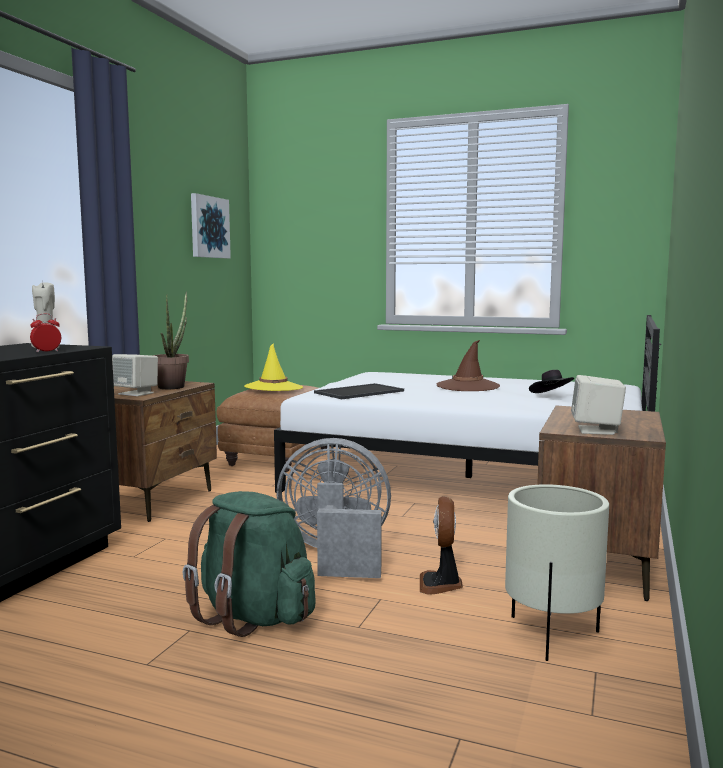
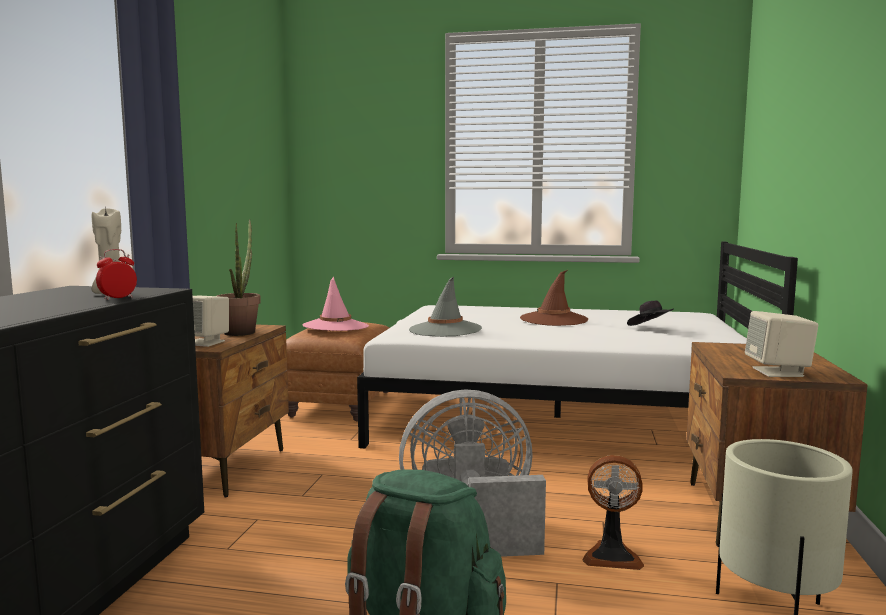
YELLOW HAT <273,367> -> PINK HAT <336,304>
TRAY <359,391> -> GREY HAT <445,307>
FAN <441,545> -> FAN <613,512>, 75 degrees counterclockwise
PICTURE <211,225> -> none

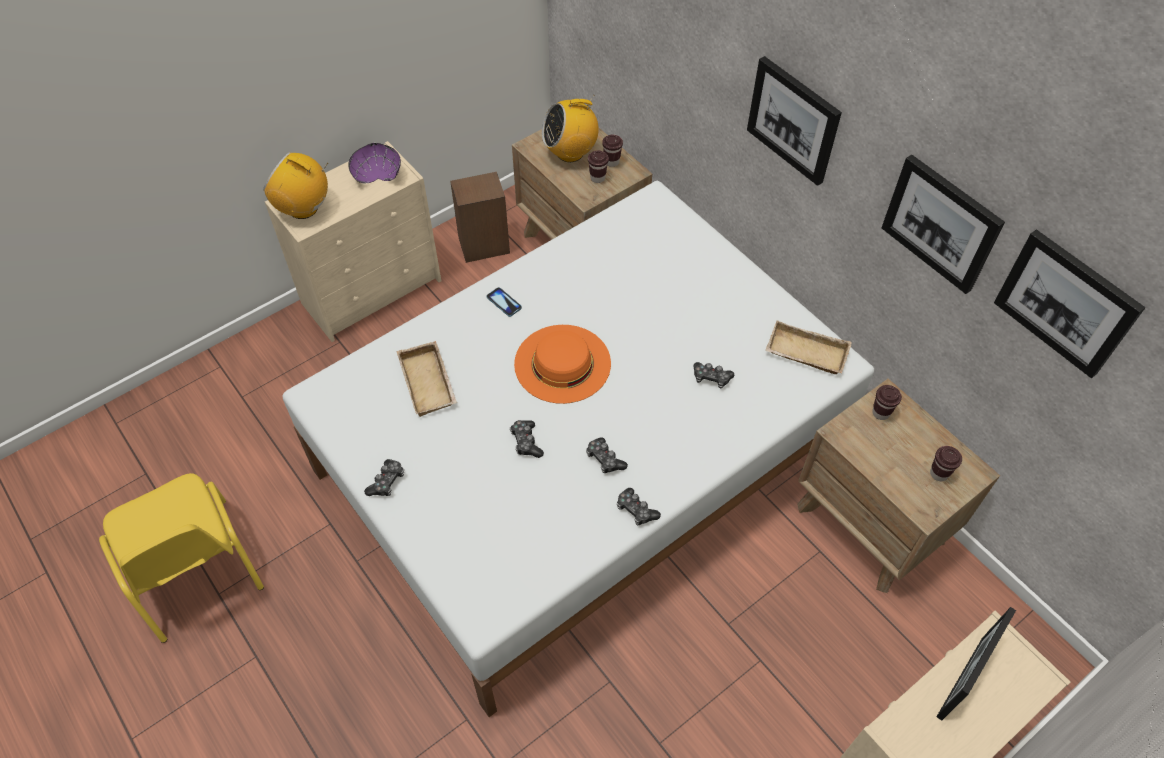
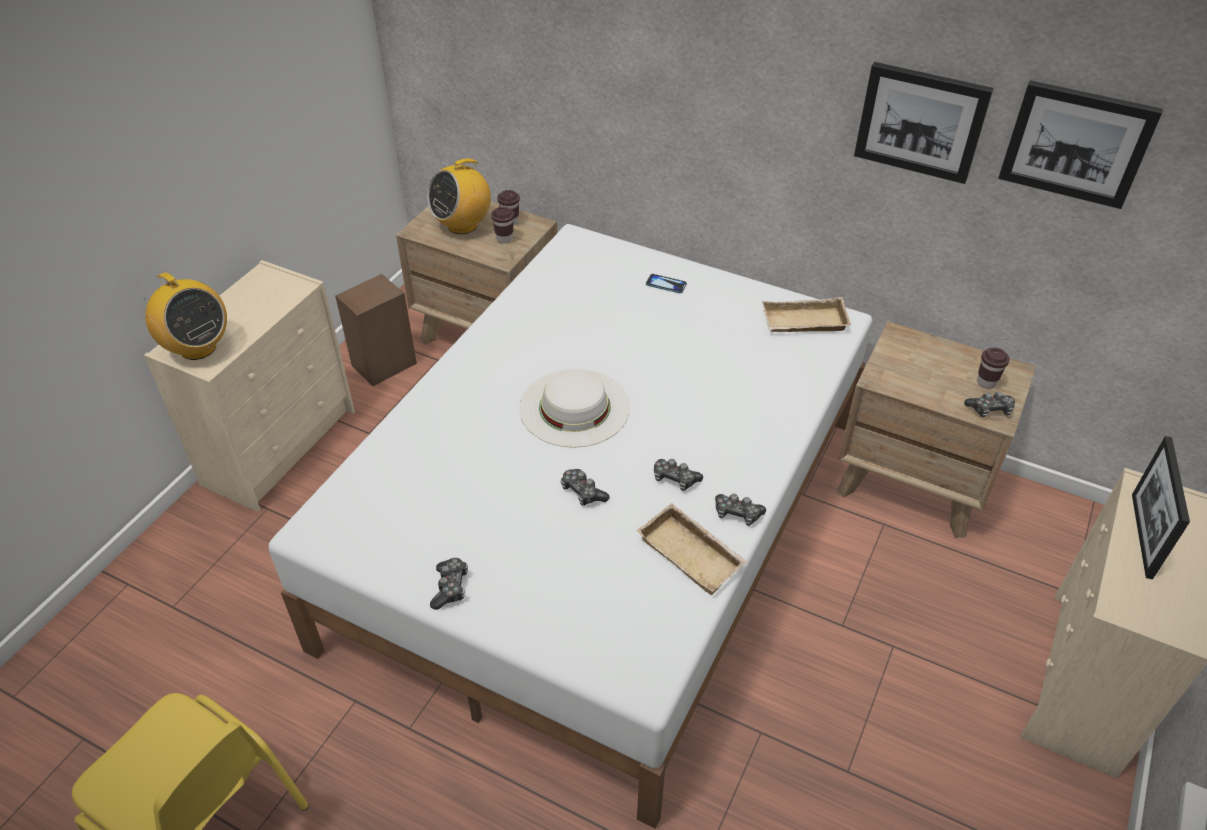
RADIO <295,185> -> RADIO <182,316>, 135 degrees counterclockwise
ORANGE HAT <562,364> -> WHITE HAT <575,408>
BEIGE TRAY <427,379> -> BEIGE TRAY <692,549>, moved
PHONE <504,302> -> PHONE <666,283>, moved
GAME CONTROLLER <713,375> -> GAME CONTROLLER <989,405>, moved
PURPLE BOWL <374,163> -> none
PICTURE <794,121> -> none
BROWN CUP <887,402> -> none

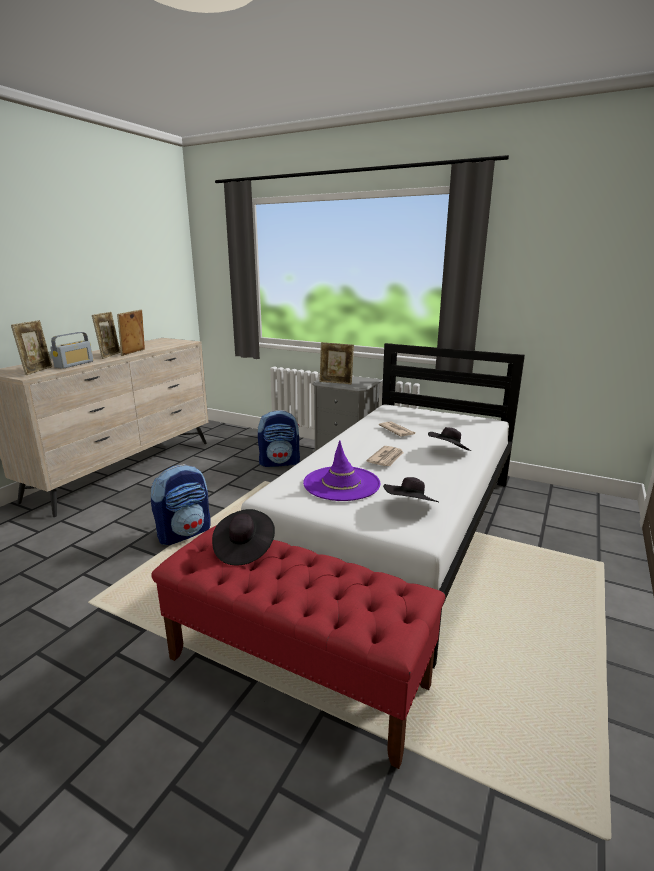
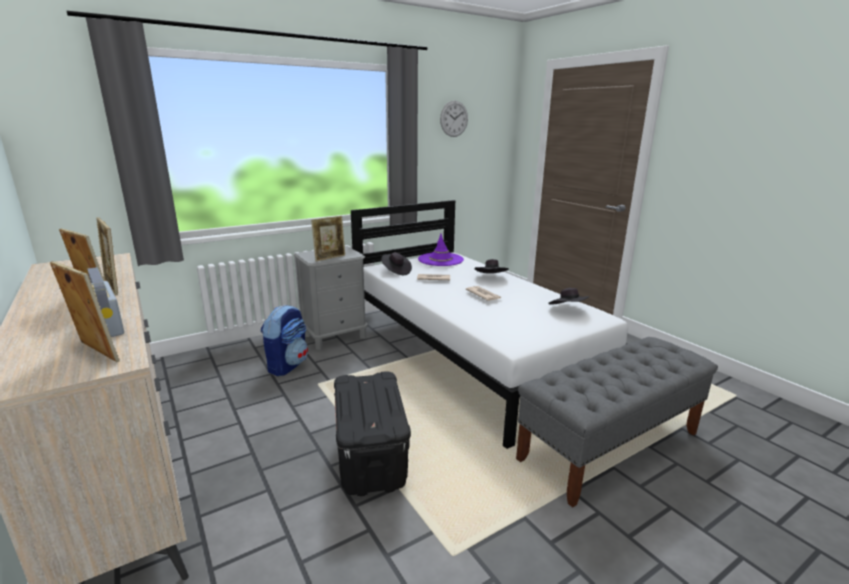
BACKPACK <180,504> -> BLACK STORAGE BOX <372,433>
BLACK HAT <243,537> -> BLACK HAT <396,263>, moved
PURPLE HAT <342,470> -> PURPLE HAT <441,249>, moved
none -> WALL CLOCK <454,119>
RED BENCH <298,647> -> GREY BENCH <617,422>

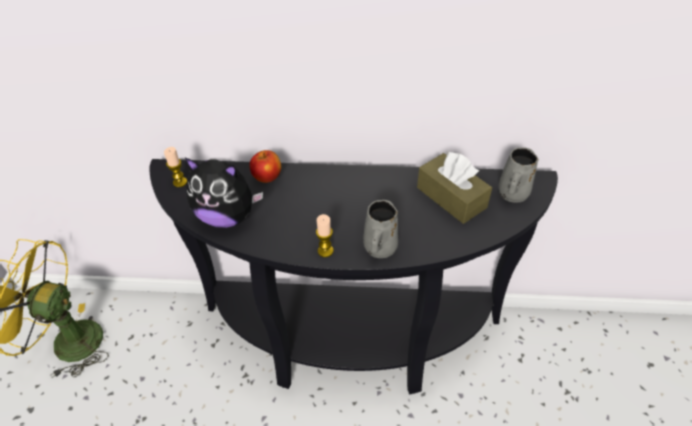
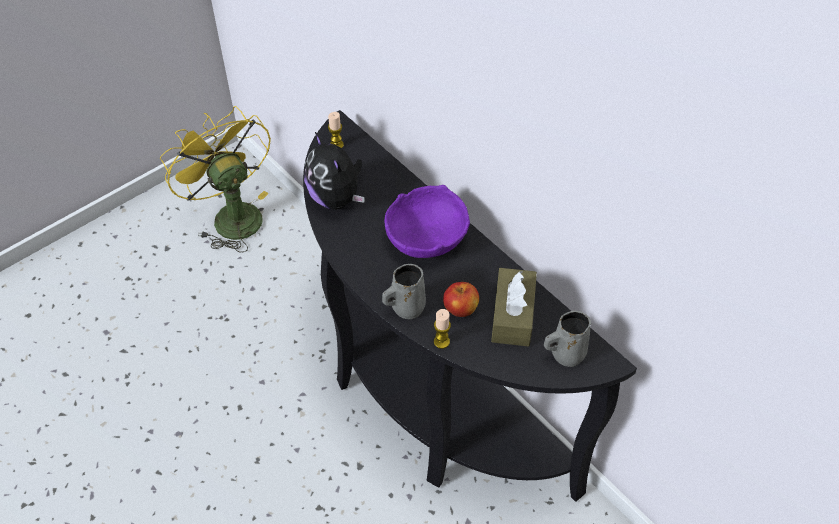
none -> PURPLE BOWL <427,221>
CANDLE <325,235> -> CANDLE <442,329>, moved
APPLE <265,166> -> APPLE <461,299>, moved

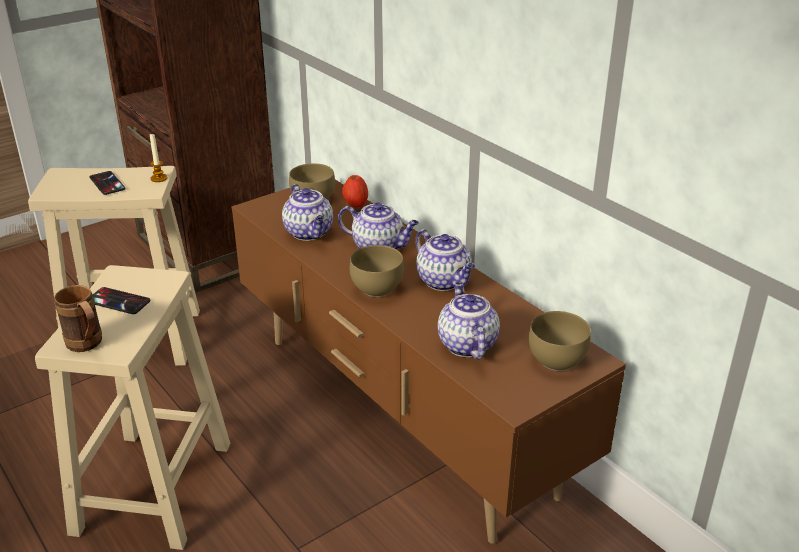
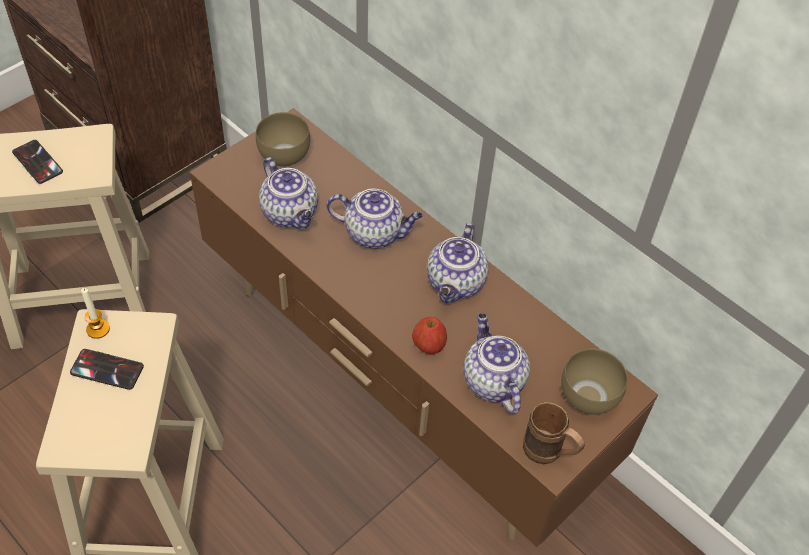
CANDLE <158,158> -> CANDLE <95,313>, moved
APPLE <355,191> -> APPLE <429,336>, moved
TEAPOT <445,260> -> TEAPOT <458,263>, 60 degrees clockwise
BROWN MUG <78,318> -> BROWN MUG <554,433>, moved
BROWN BOWL <377,271> -> none

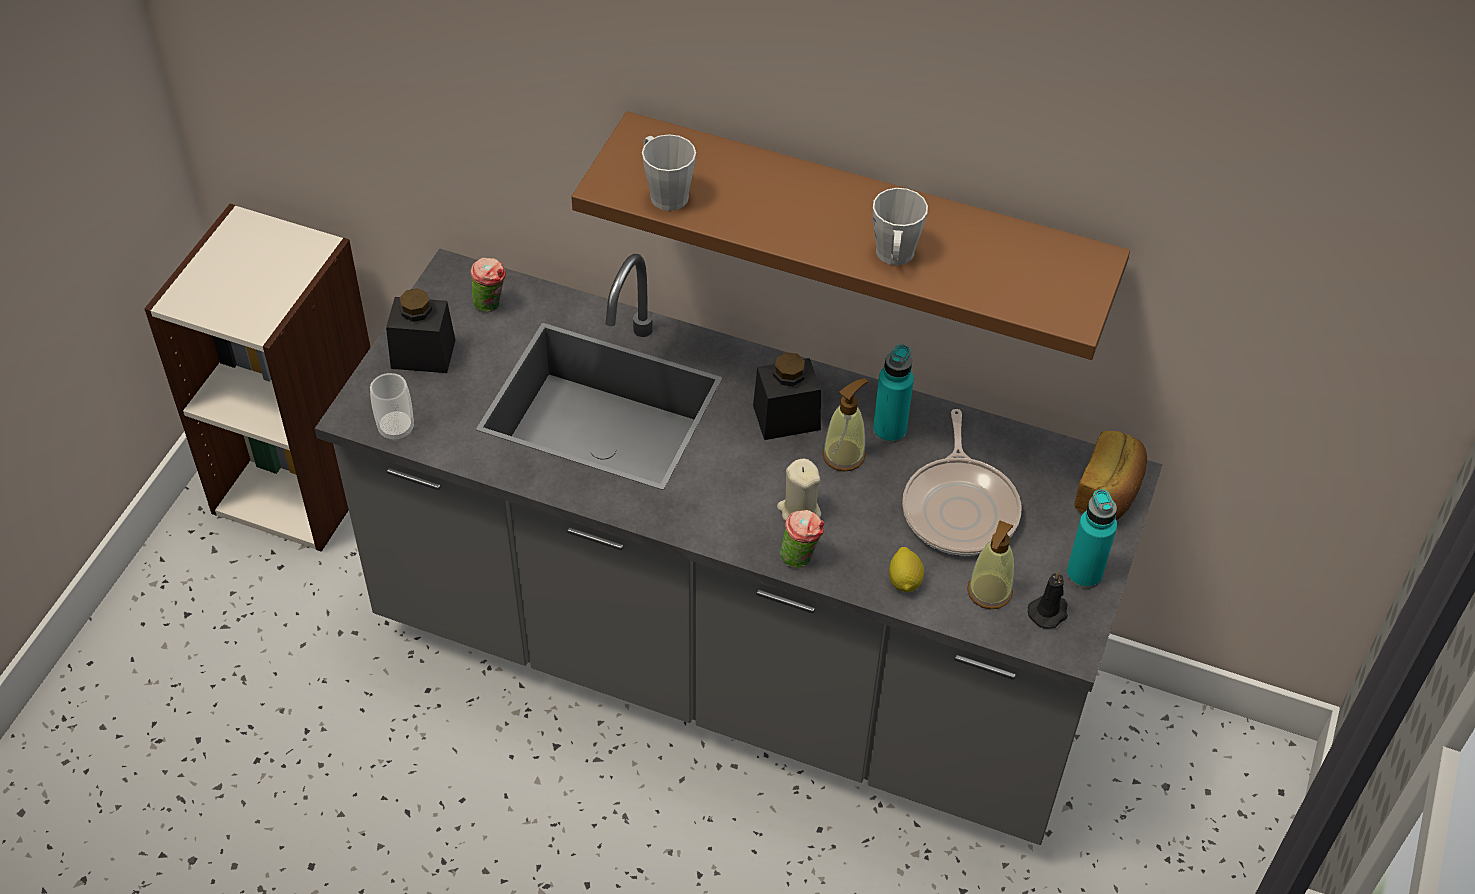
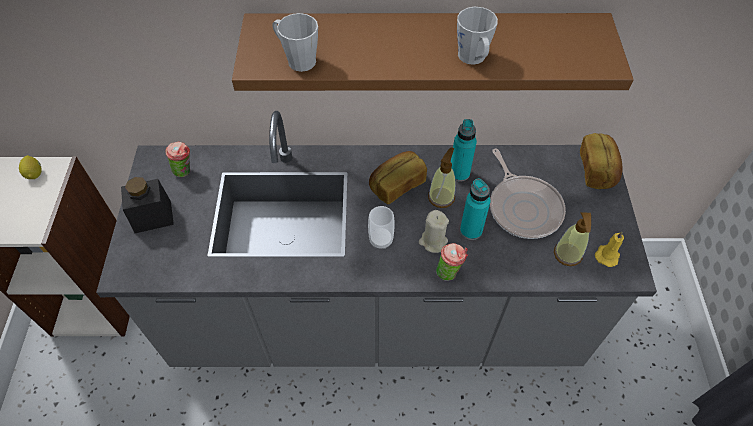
LEMON <906,569> -> LEMON <30,167>, moved
CUP <392,407> -> CUP <381,227>, moved
BLACK JAR <787,396> -> BREAD <398,177>
TURQUOISE BOTTLE <1091,539> -> TURQUOISE BOTTLE <475,209>, moved
BLACK CANDLE <1048,600> -> YELLOW CANDLE <609,249>

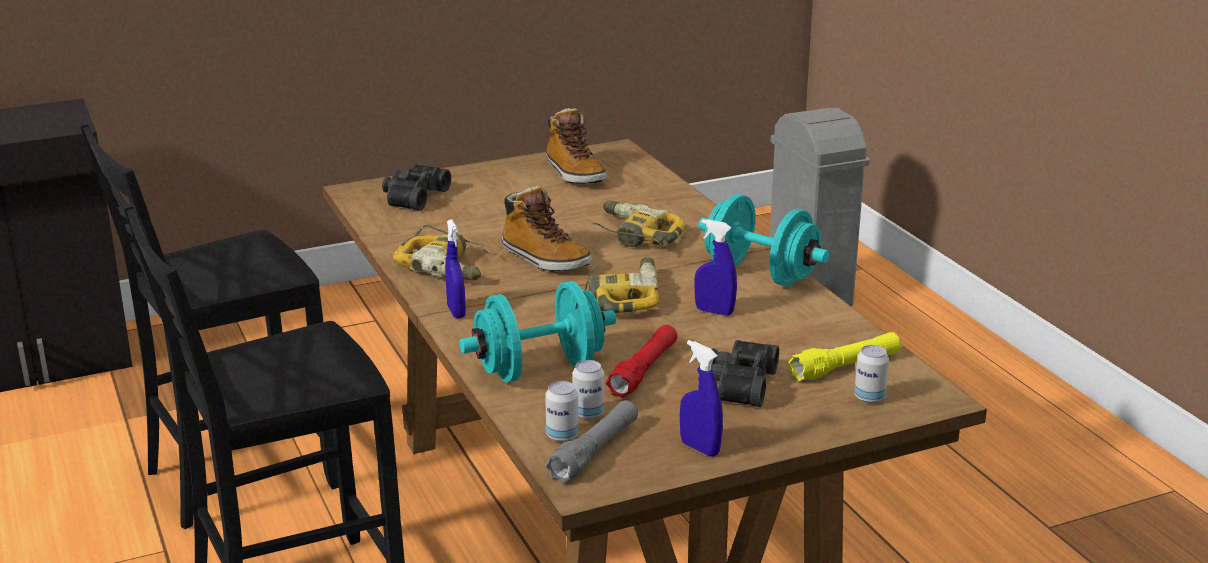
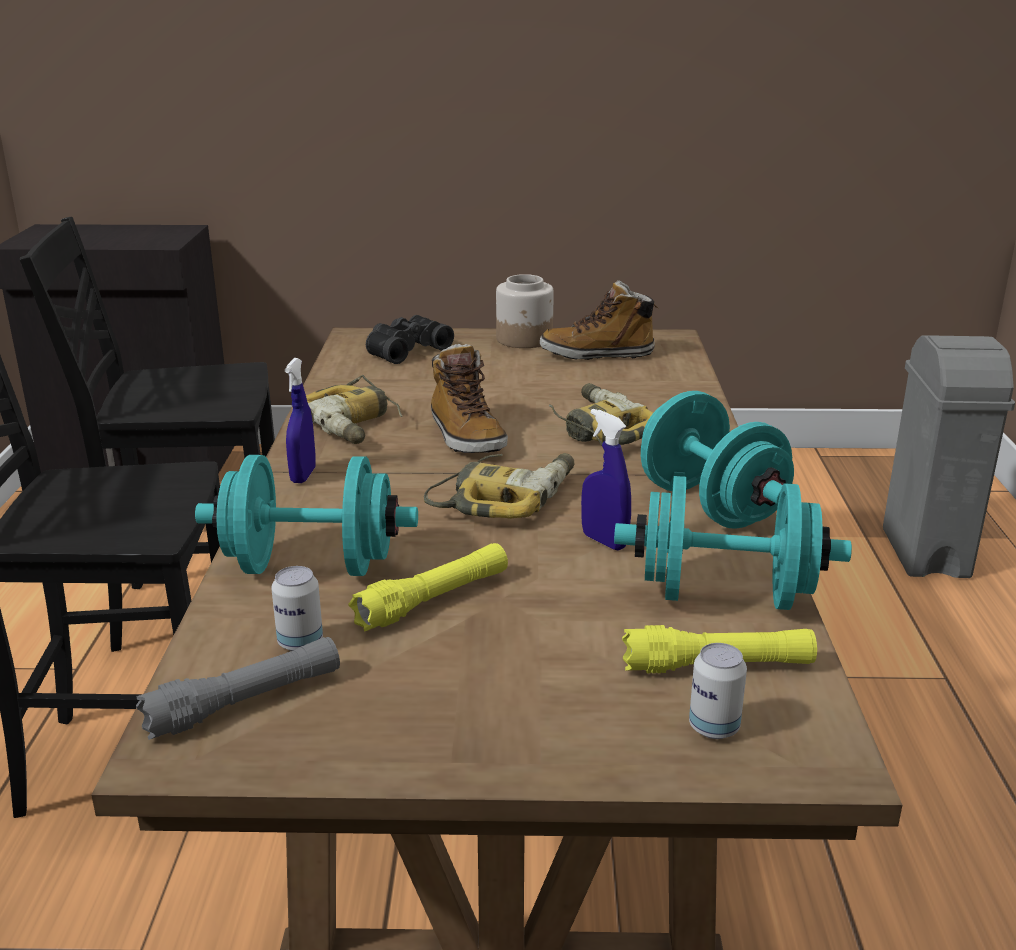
RED FLASHLIGHT <642,361> -> YELLOW FLASHLIGHT <428,587>
none -> JAR <525,311>
BOOT <576,146> -> BOOT <599,320>, 90 degrees clockwise
none -> TURQUOISE DUMBBELL <733,543>
CAN <562,411> -> none
BLUE SPRAY BOTTLE <701,398> -> none
BLACK BINOCULARS <745,373> -> none

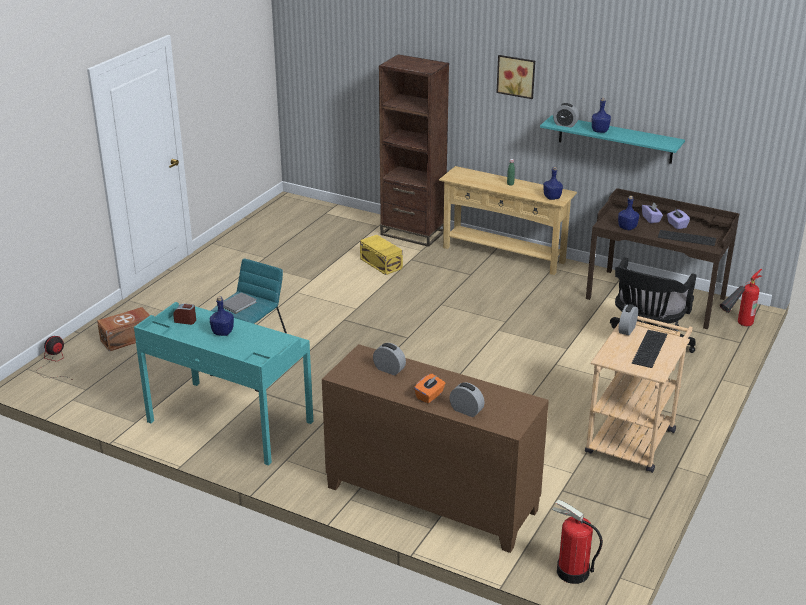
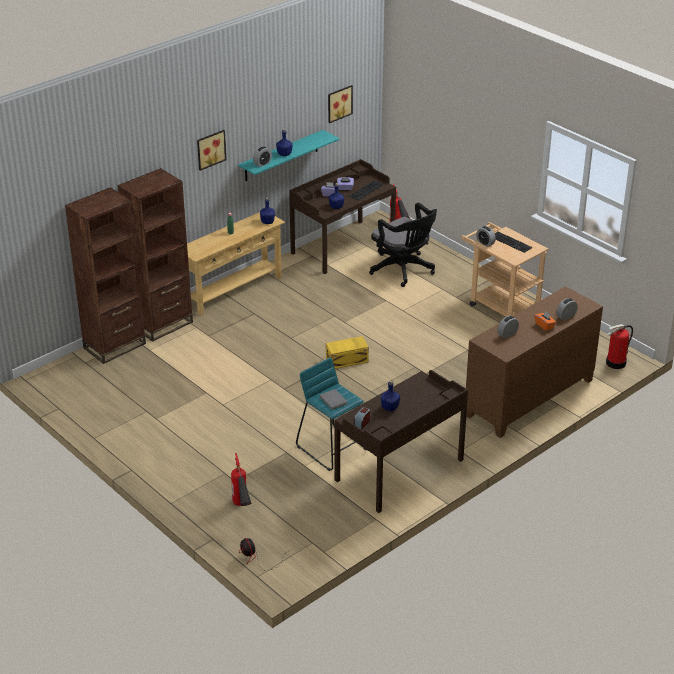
none -> BROWN BOOKCASE <105,275>
BROWN STORAGE BOX <123,329> -> FIRE EXTINGUISHER <241,479>
YELLOW STORAGE BOX <381,255> -> YELLOW STORAGE BOX <347,352>, moved
none -> PICTURE <340,104>
TURQUOISE DESK <223,384> -> BROWN DESK <401,441>

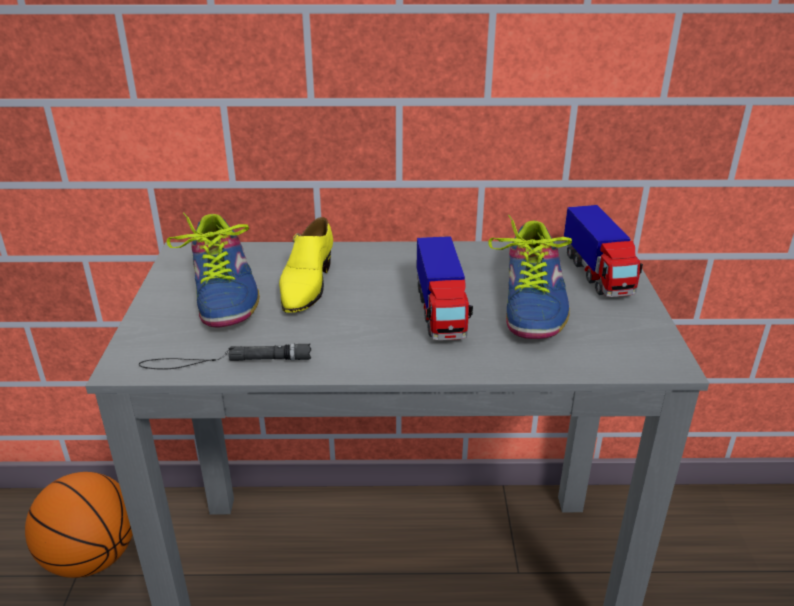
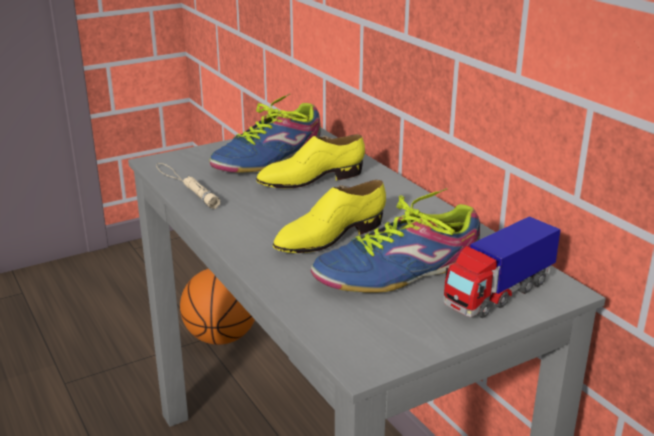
BLACK FLASHLIGHT <225,356> -> BEIGE FLASHLIGHT <188,186>
TOY TRUCK <445,288> -> YELLOW SHOE <329,216>

